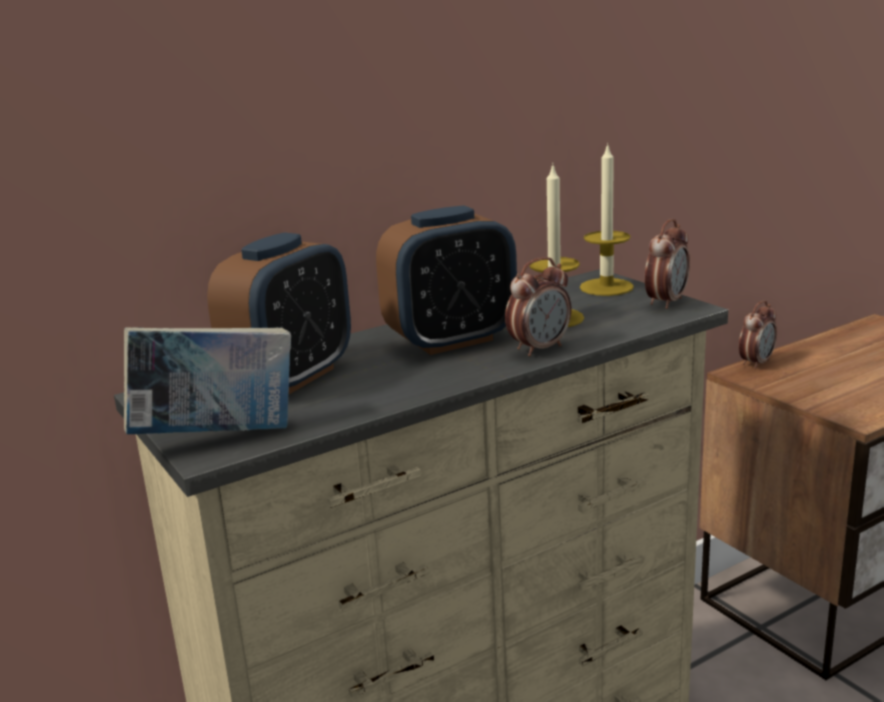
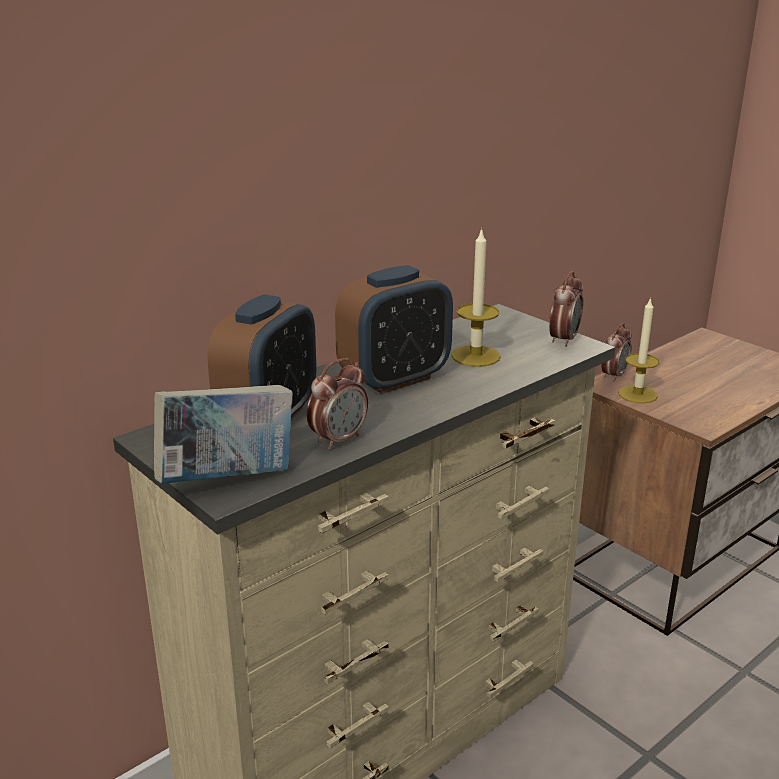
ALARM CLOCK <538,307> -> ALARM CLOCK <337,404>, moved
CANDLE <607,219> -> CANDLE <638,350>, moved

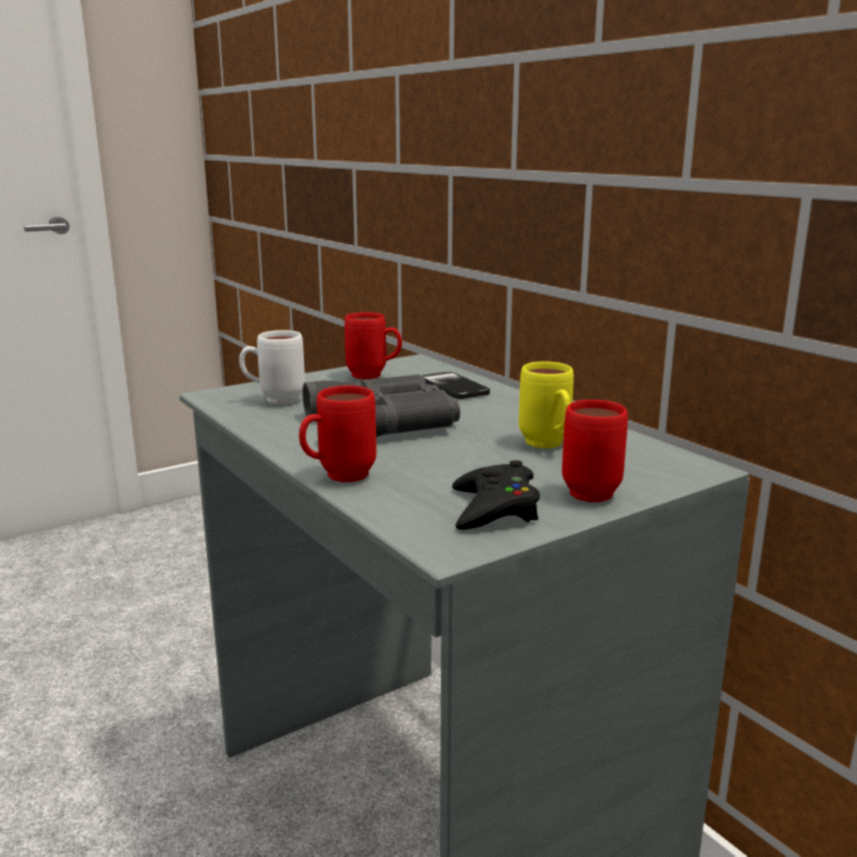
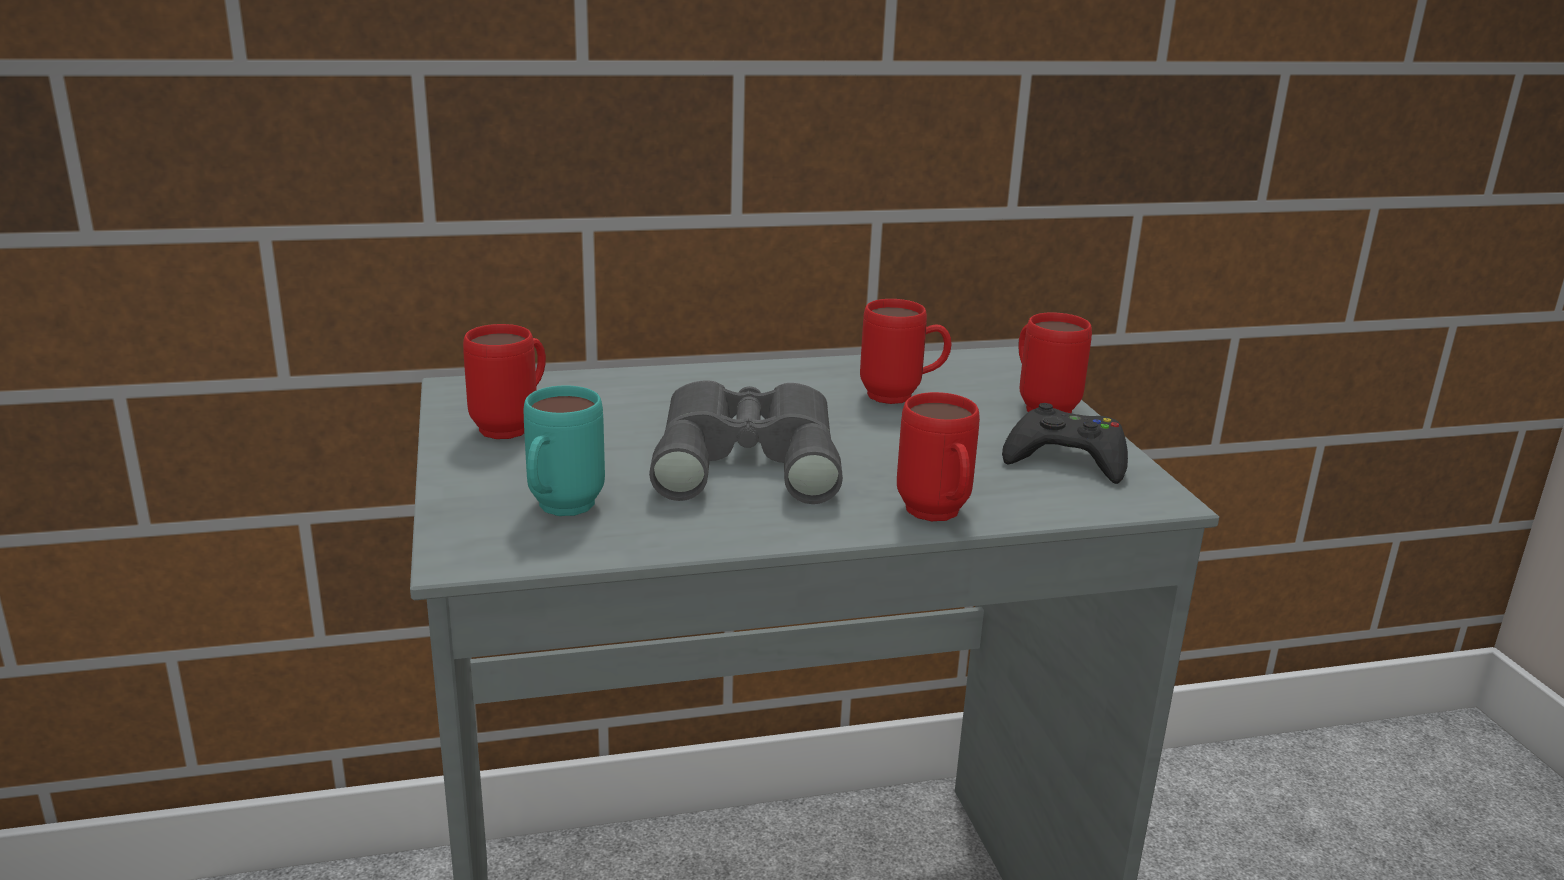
WHITE MUG <272,367> -> TURQUOISE MUG <564,450>
YELLOW MUG <546,405> -> RED MUG <906,351>
PHONE <456,385> -> none

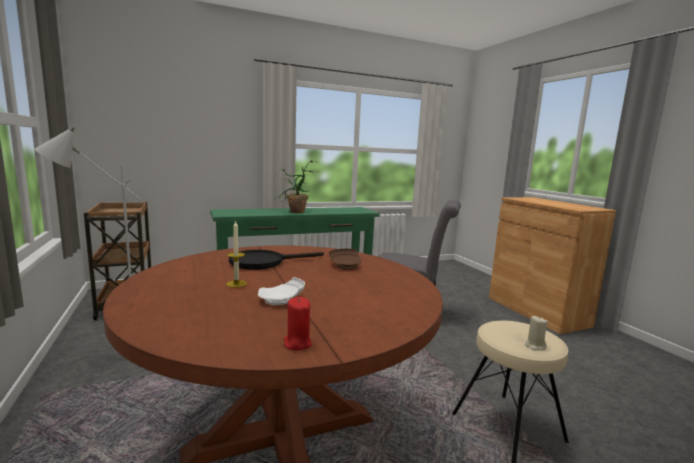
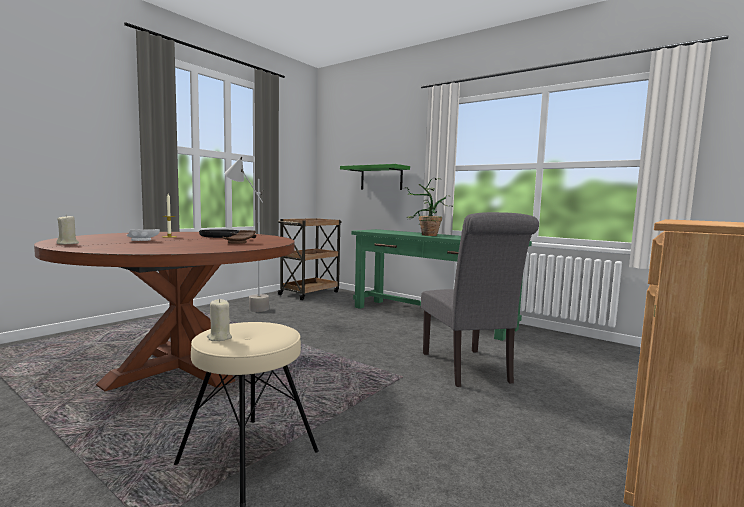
RED CANDLE <298,323> -> BEIGE CANDLE <67,230>
none -> GREEN SHELF <375,177>

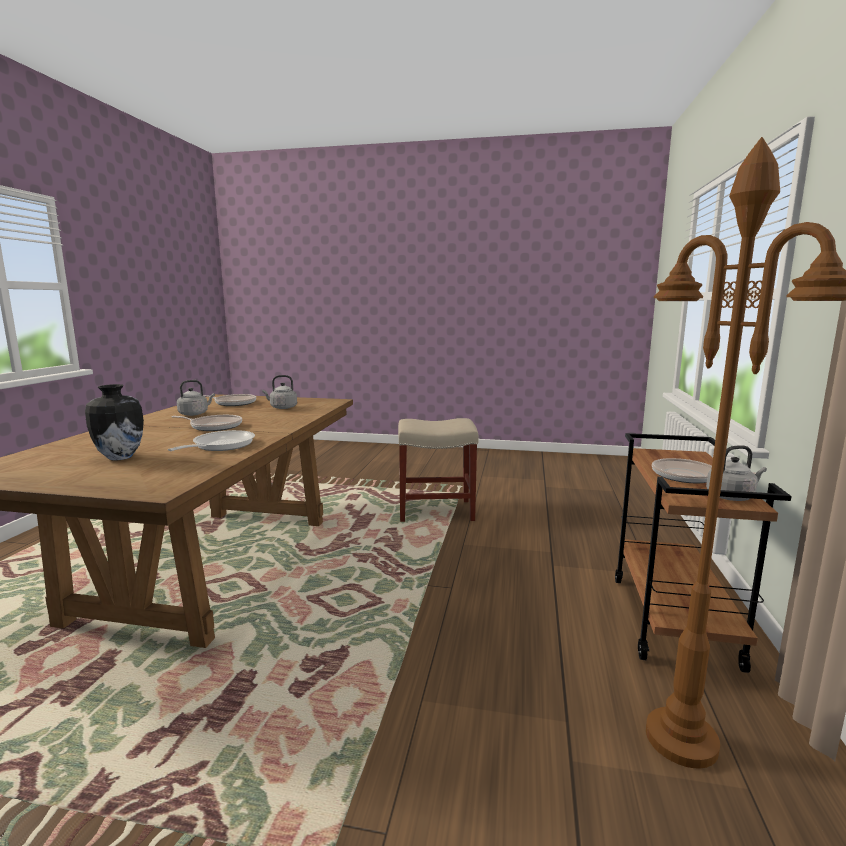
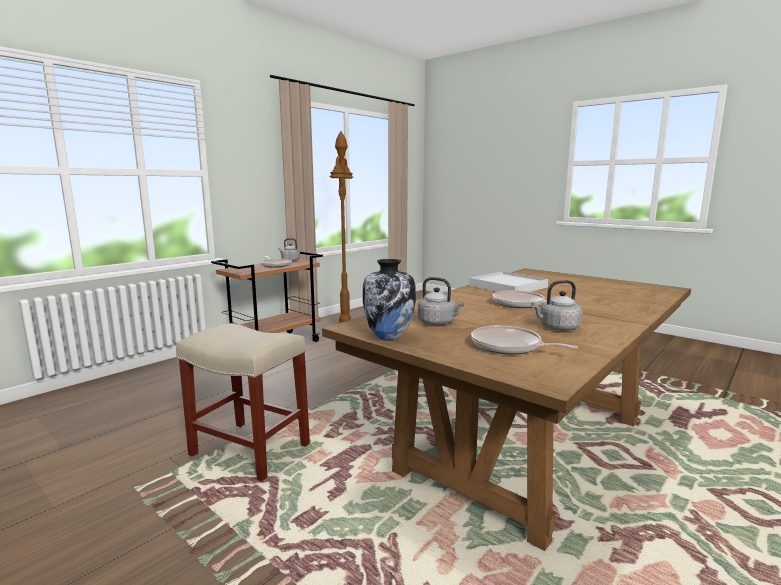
VASE <114,422> -> VASE <389,300>, moved
FRYING PAN <211,440> -> WHITE TRAY <508,281>

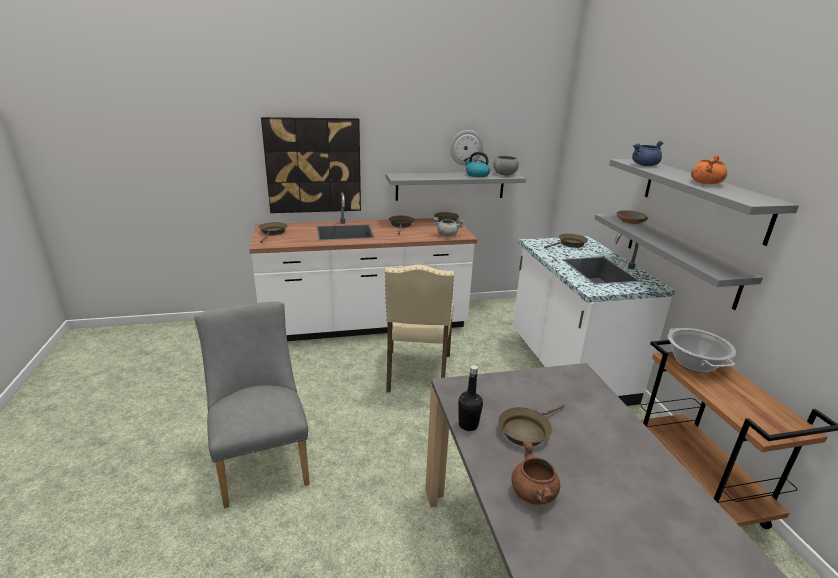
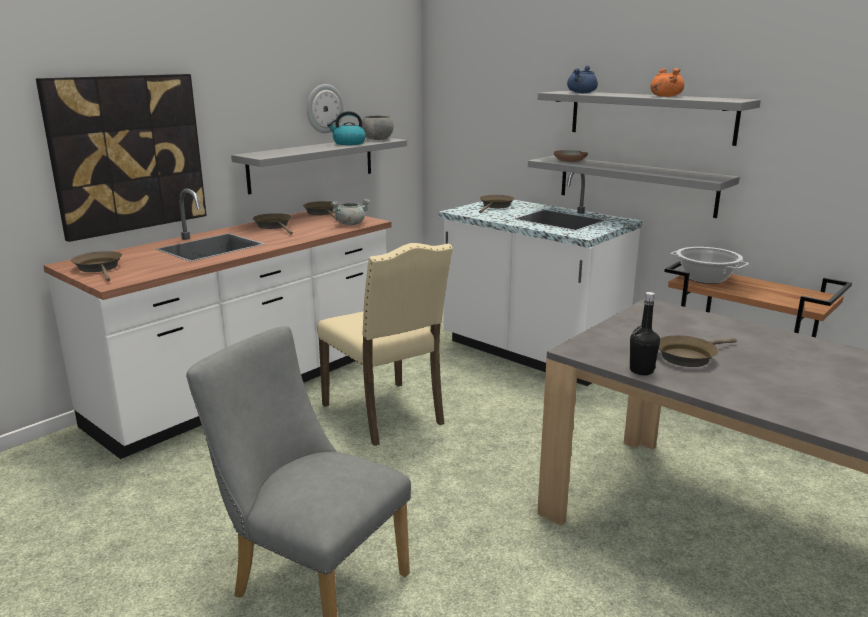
BROWN FRYING PAN <531,424> -> BROWN FRYING PAN <698,351>, 45 degrees clockwise
BROWN COOKING POT <535,473> -> none

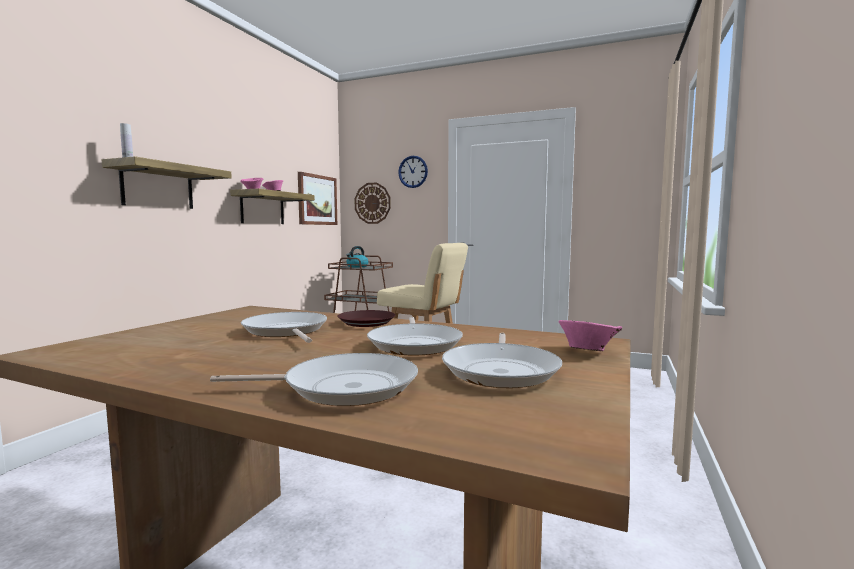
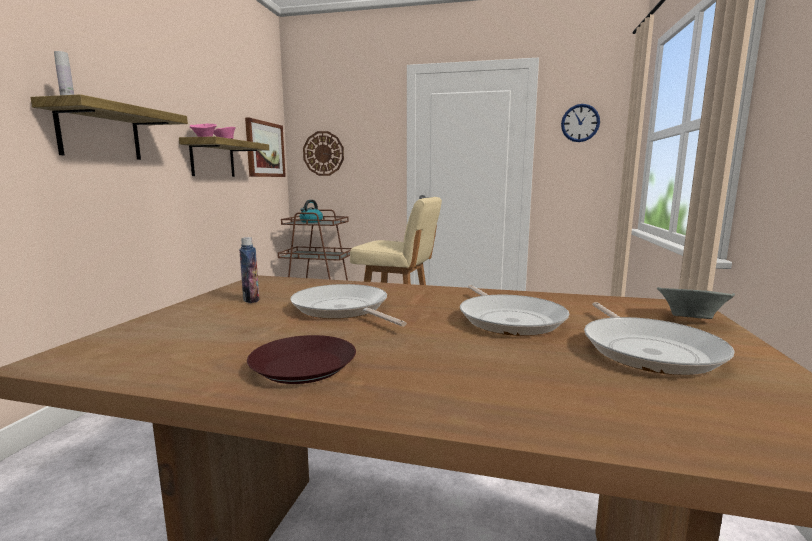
none -> BOTTLE <249,270>
BROWN PLATE <366,318> -> BROWN PLATE <301,359>, moved
WALL CLOCK <413,172> -> WALL CLOCK <580,123>, moved
PINK BOWL <590,335> -> GREY BOWL <696,303>
FRYING PAN <314,379> -> none

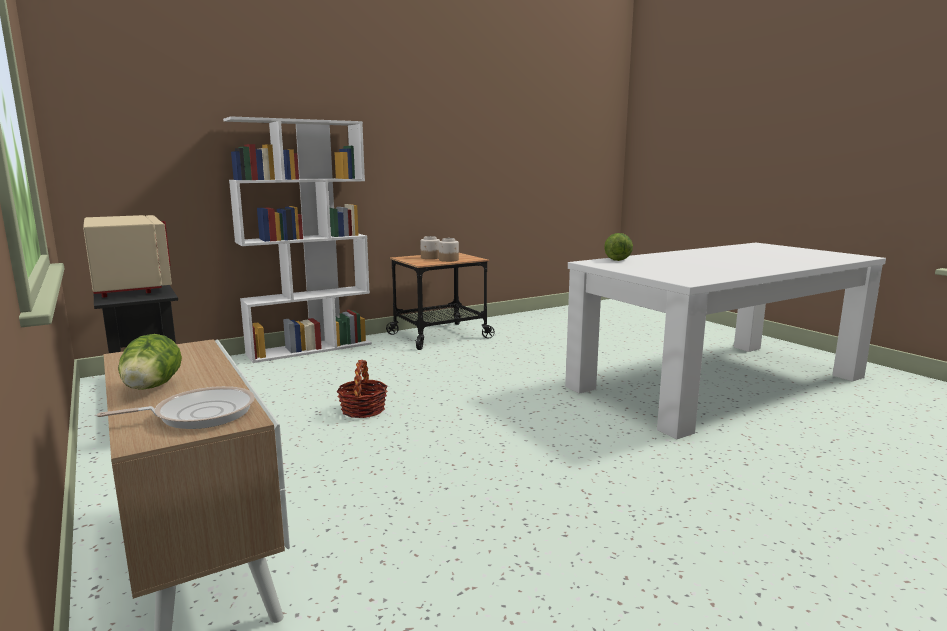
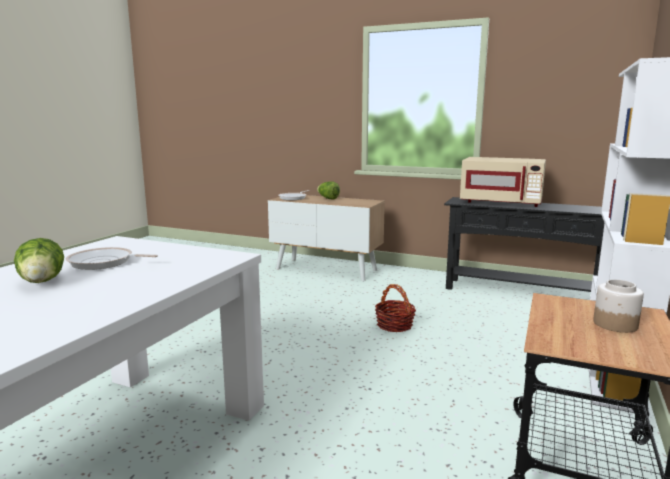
LETTUCE <618,247> -> LETTUCE <39,260>, moved
none -> FRYING PAN <111,258>
JAR <449,250> -> none

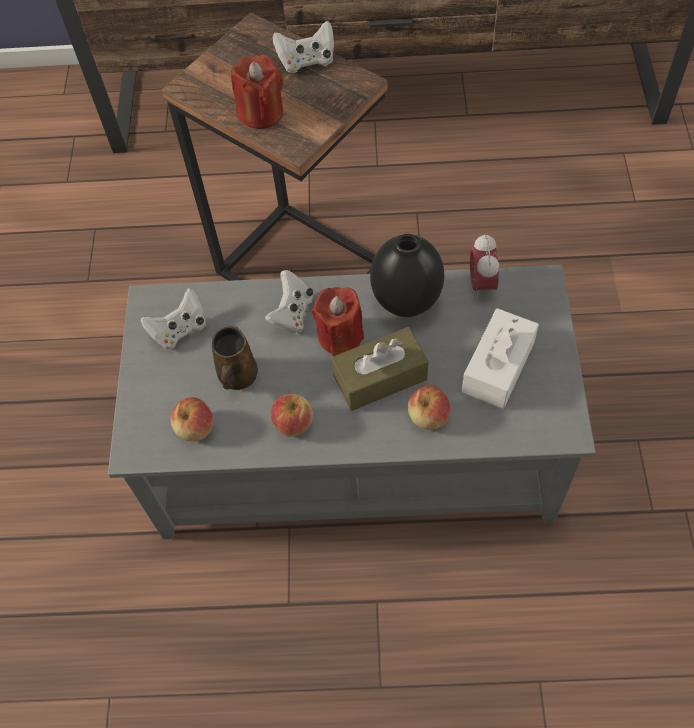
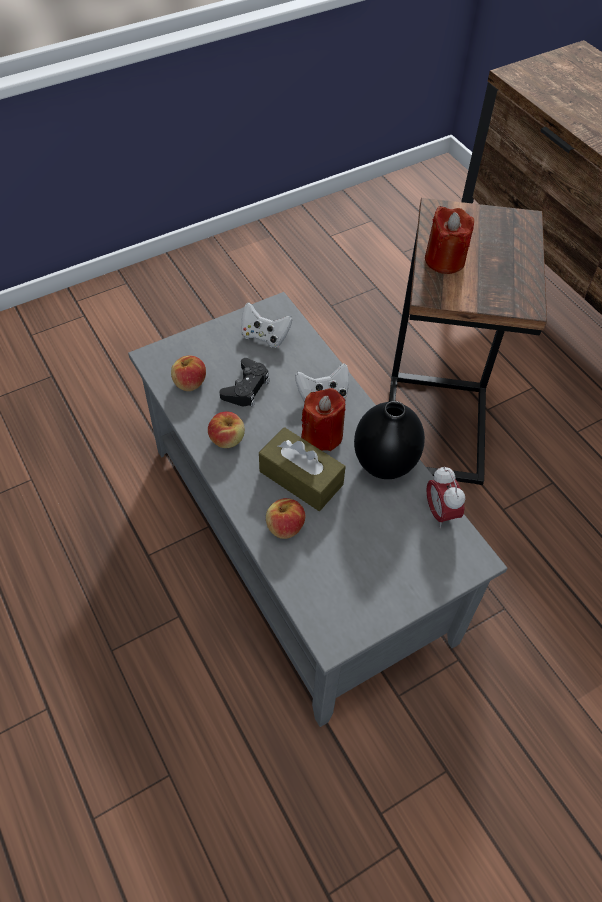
BROWN MUG <235,358> -> BLACK GAME CONTROLLER <244,382>
ALARM CLOCK <485,266> -> ALARM CLOCK <445,497>, 75 degrees counterclockwise
WHITE GAME CONTROLLER <303,47> -> none
WHITE TISSUE BOX <500,358> -> none

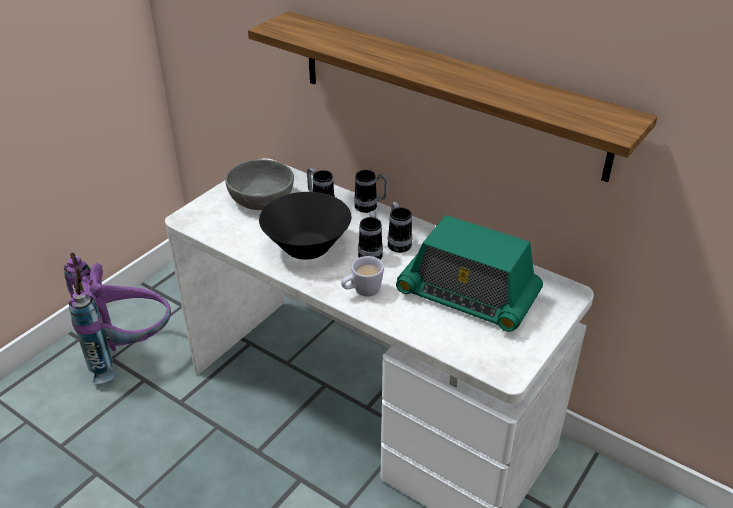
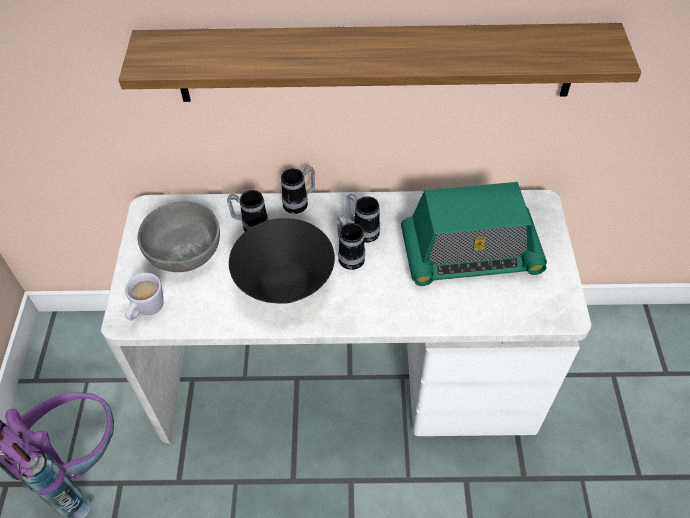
WHITE MUG <362,276> -> WHITE MUG <144,296>, moved

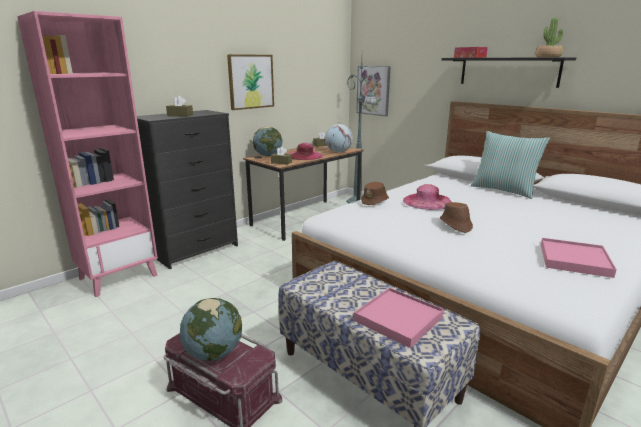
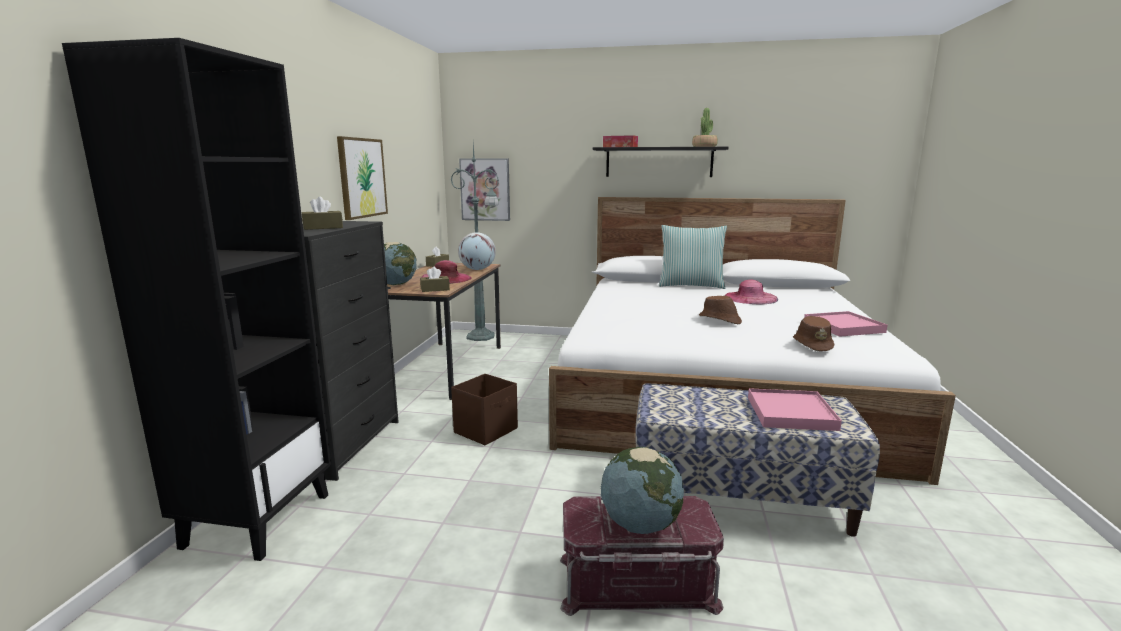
PINK BOOKCASE <87,154> -> BLACK BOOKCASE <196,299>
none -> BROWN STORAGE BOX <484,409>
PINK HAT <427,197> -> PINK HAT <751,292>, moved
BROWN HAT <375,193> -> BROWN HAT <813,333>, moved

